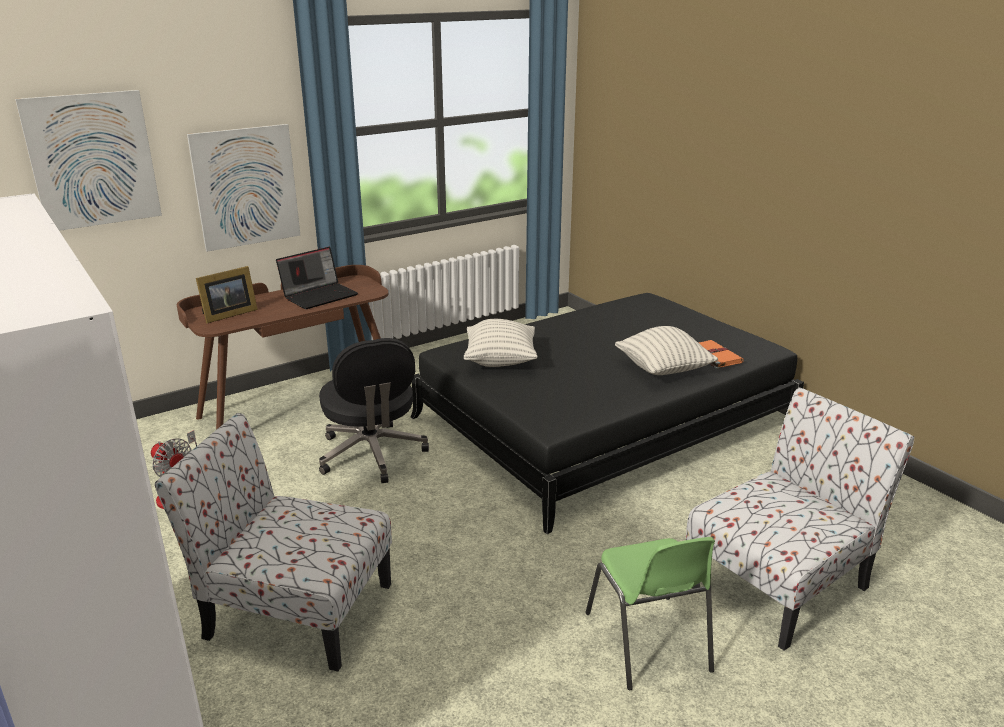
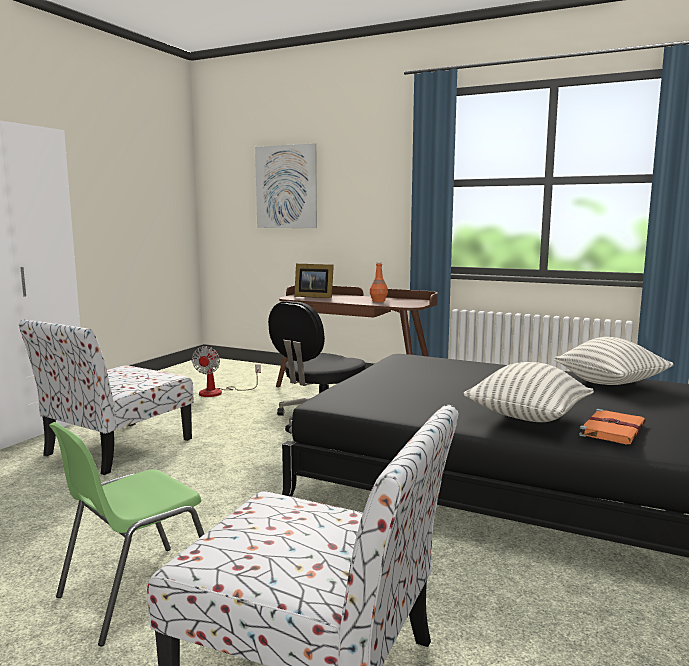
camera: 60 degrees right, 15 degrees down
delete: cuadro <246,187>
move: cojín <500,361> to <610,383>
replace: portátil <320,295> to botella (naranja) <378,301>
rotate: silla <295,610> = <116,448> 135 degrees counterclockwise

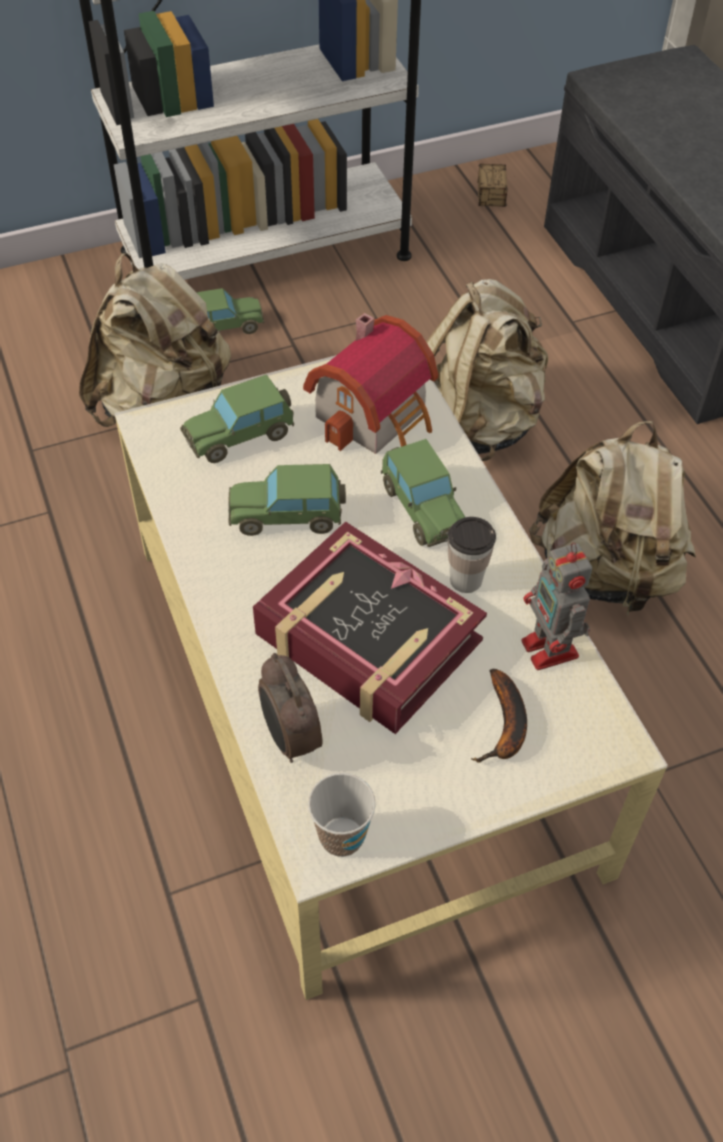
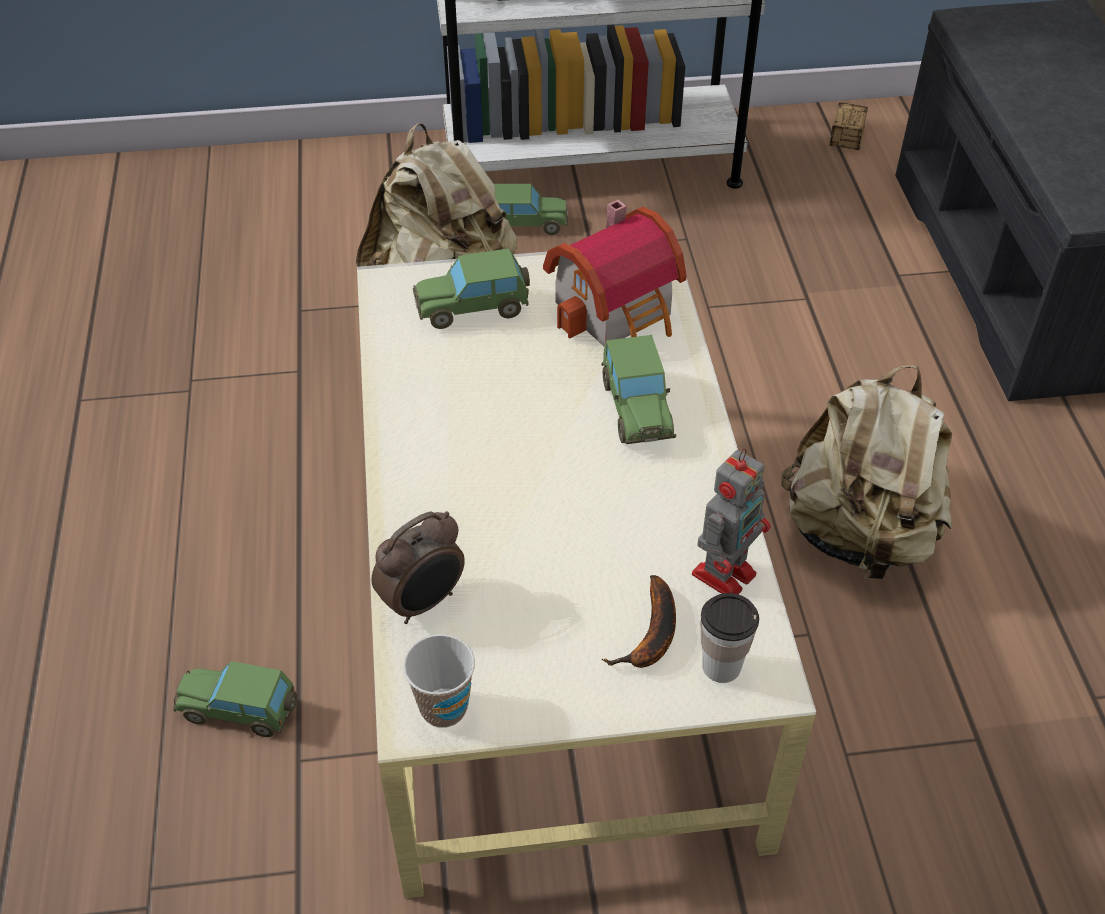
camera: 15 degrees right, 5 degrees down
delete: libro <367,639>; mochila (beis) <480,422>
move: coche de juguete <288,516> to <240,710>; taza <466,580> to <721,666>
rotate: despertador <290,738> = <424,602> 120 degrees counterclockwise; robot de juguete <551,651> = <725,572> 135 degrees counterclockwise

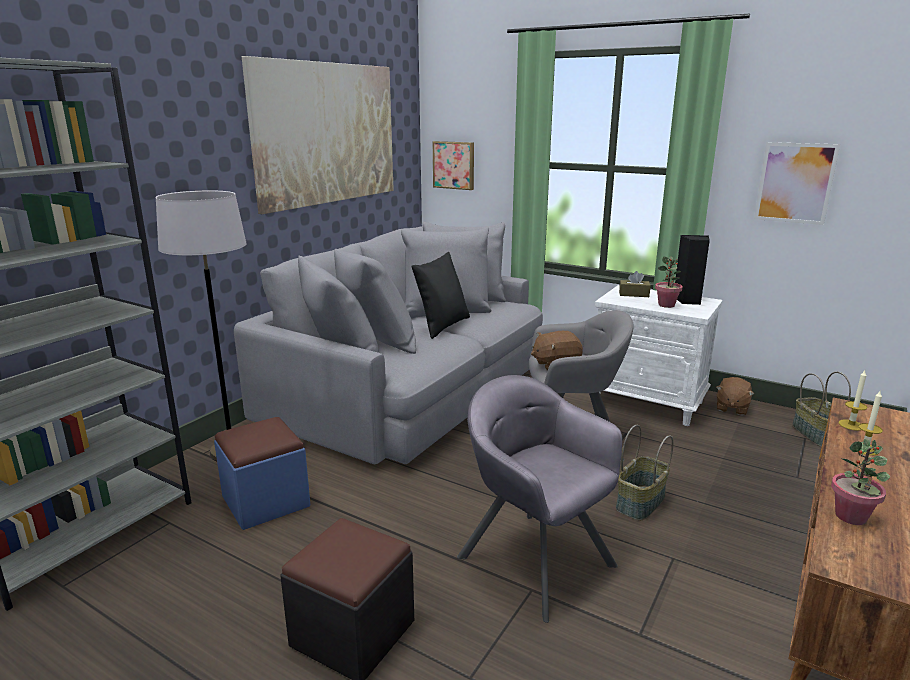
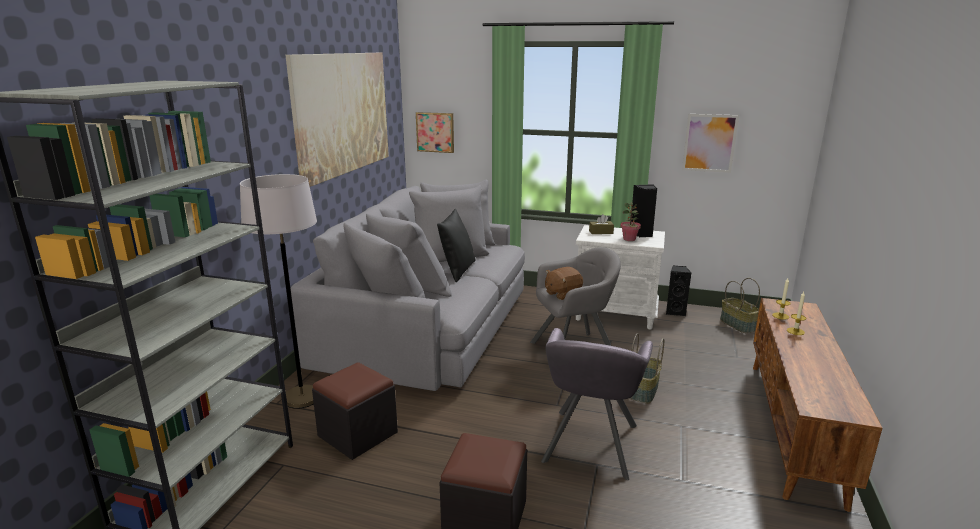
camera: 15 degrees left, 0 degrees up
delete: planta en maceta <851,517>
replace: peluche (marrón) <731,408> to altavoz (negro) <675,312>
recolor: puf (azul) <266,501> to puf (negro) <358,434>
rotate: sillón (gris) <535,560> = <590,443> 105 degrees counterclockwise

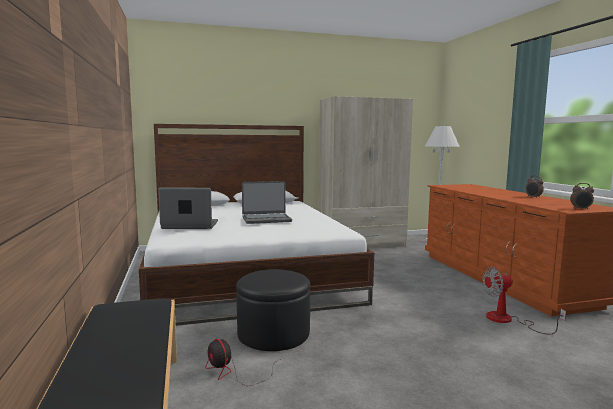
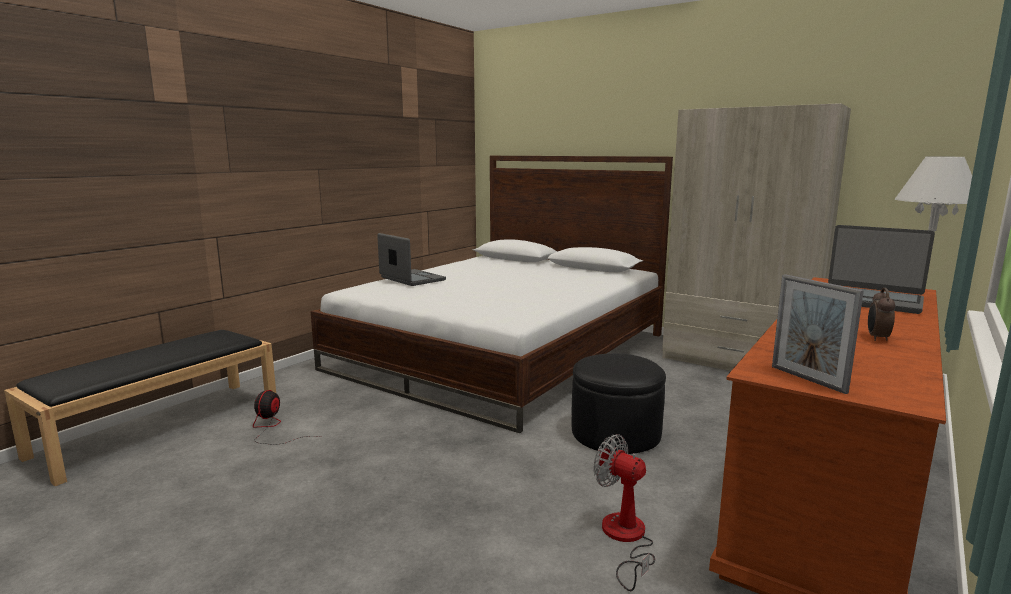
camera: 50 degrees right, 5 degrees up
move: puf (negro) <273,334> to <615,433>; portátil <266,219> to <870,300>
replace: despertador <581,209> to portarretratos <807,379>

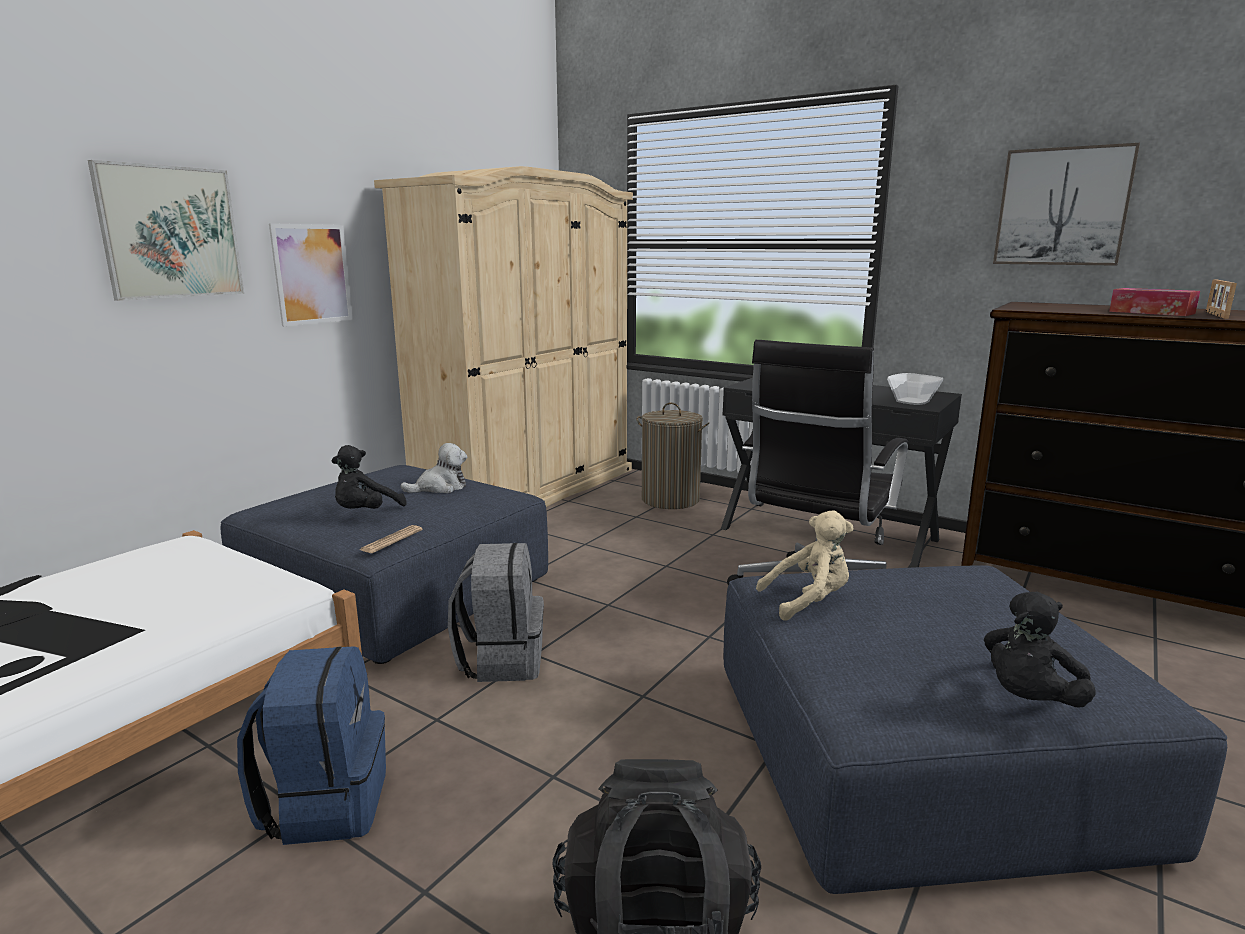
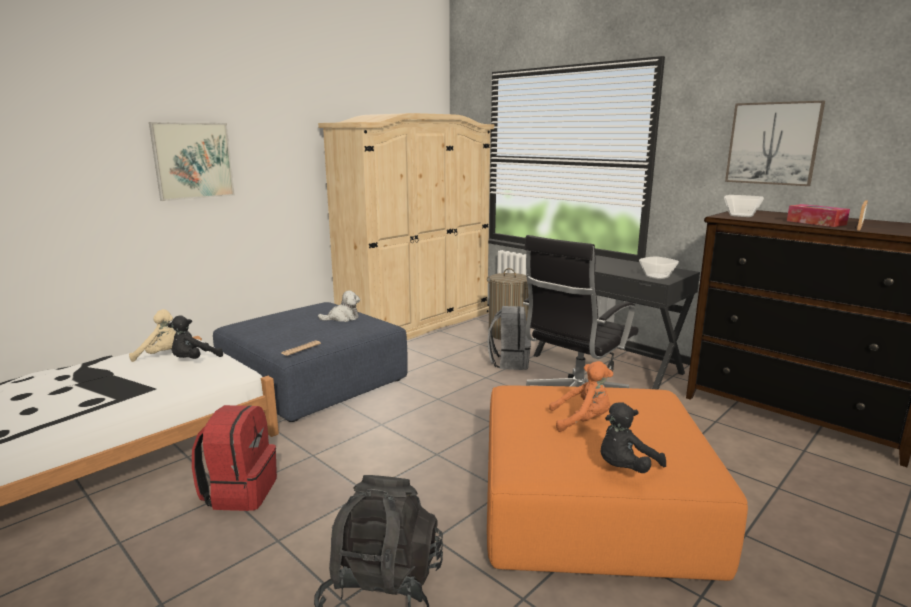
camera: 10 degrees right, 0 degrees up
delete: cuadro <312,274>
insert: peluche (naranja) <582,421>; cuenco <741,215>
move: peluche (negro) <366,513> to <194,360>; mochila (gris) <501,660> to <509,362>; peluche (beis) <808,601> to <161,355>
recolor: mochila (azul) <325,803> to mochila (rojo) <240,492>; puf (azul) <920,756> to puf (naranja) <593,505>

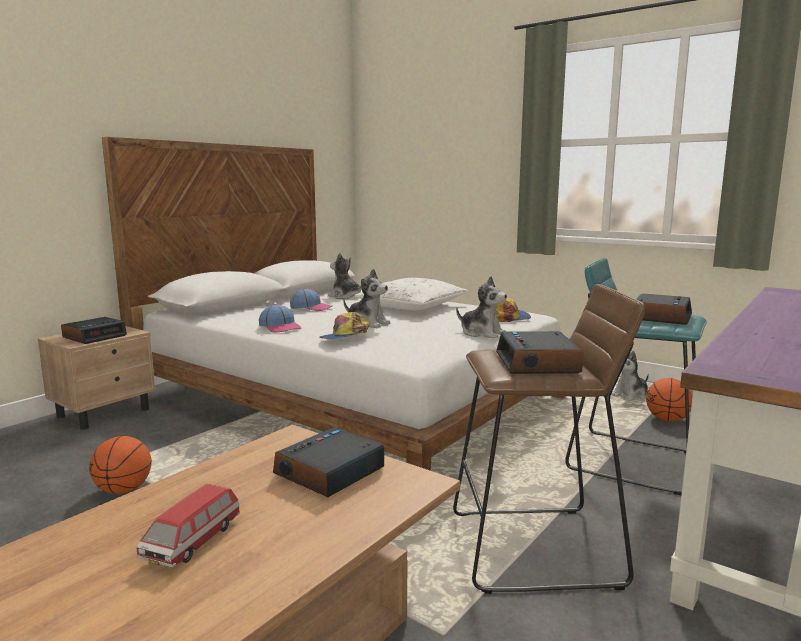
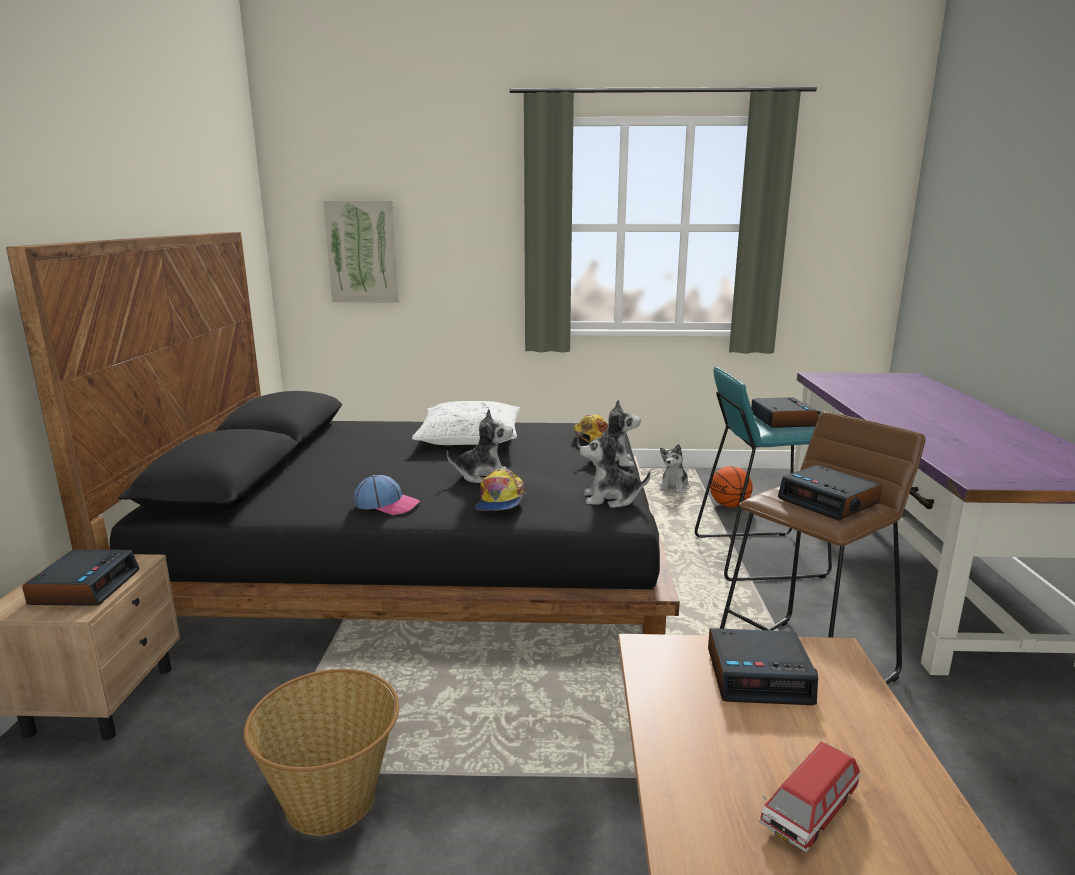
camera: 35 degrees left, 5 degrees up
delete: gorra <311,307>
insert: cuadro <363,252>
move: peluche <345,297> to <610,499>
replace: balón de baloncesto <123,490> to cesta <332,798>
recolor: cama (blanco) <350,395> to cama (negro) <421,561>
rotate: coche de juguete <192,542> = <809,811> 60 degrees clockwise; despertador <329,472> = <759,676> 90 degrees counterclockwise

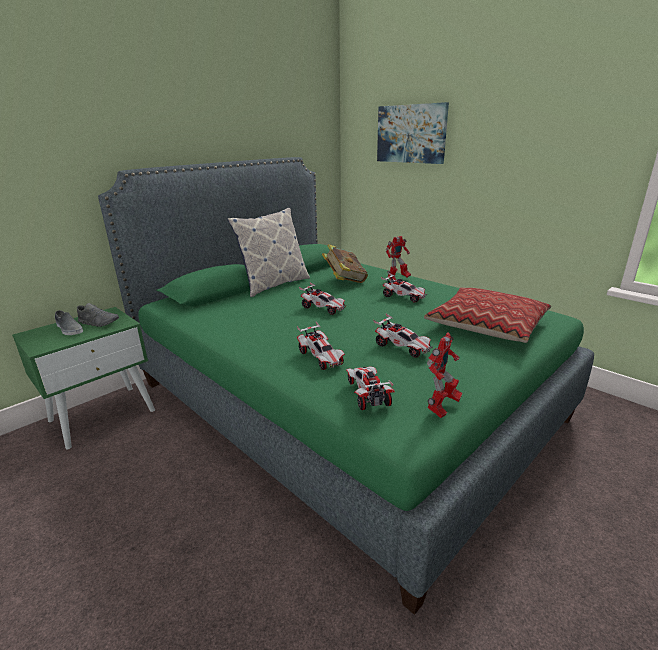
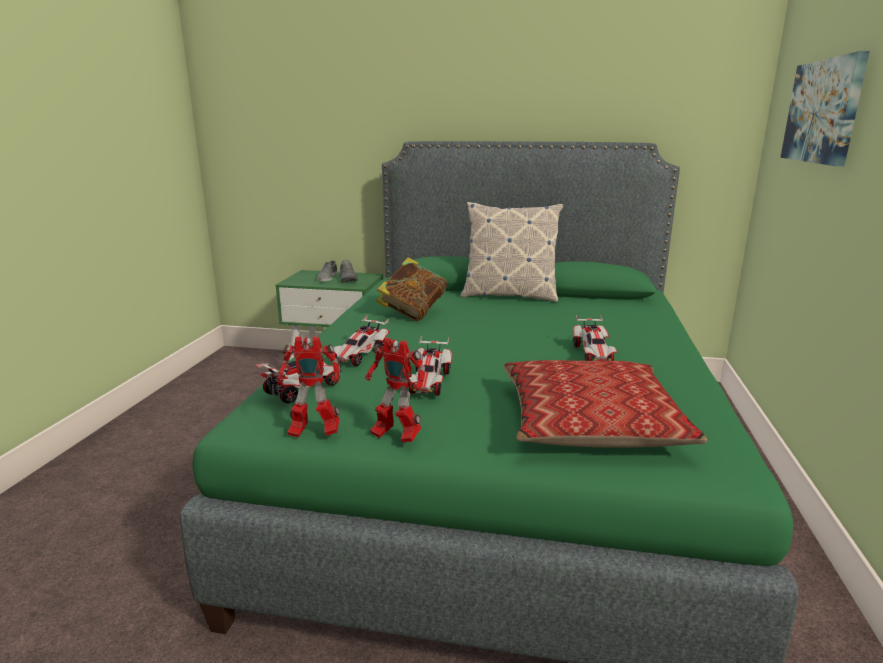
camera: 55 degrees right, 5 degrees down
delete: coche de juguete <323,308>
move: libro <344,281> to <412,313>; robot de juguete <397,279> to <395,436>

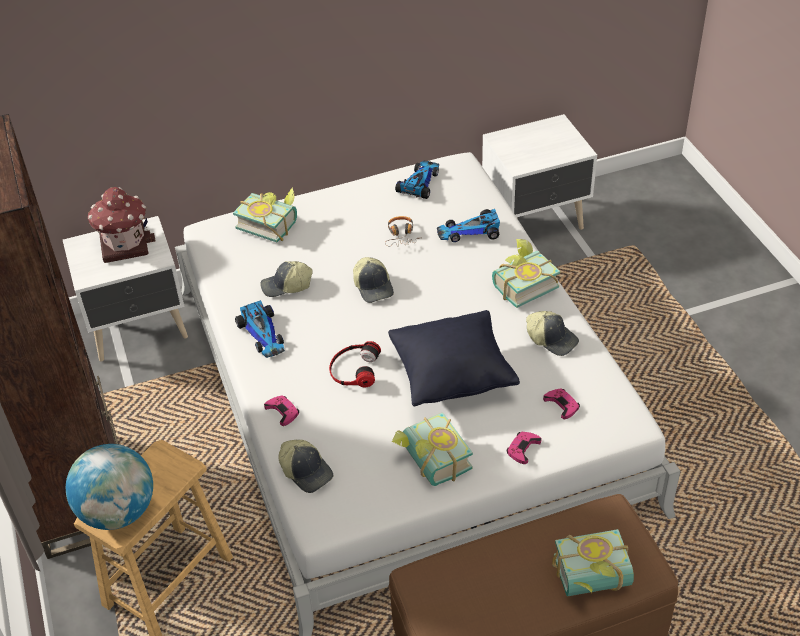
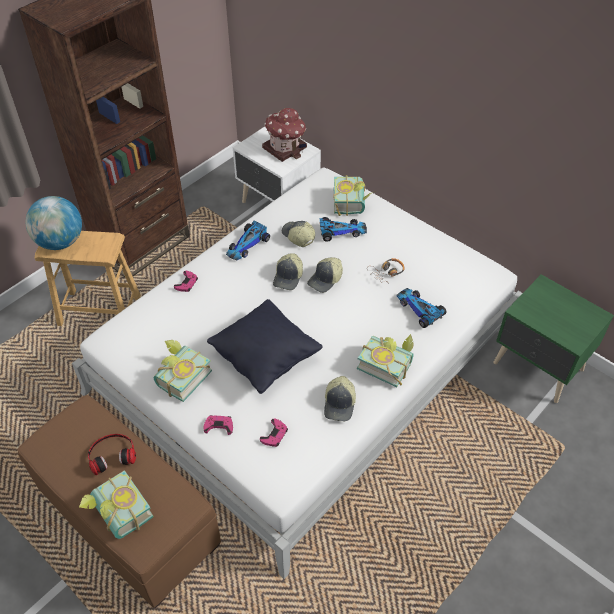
camera: 60 degrees right, 5 degrees up
move: gorra <306,471> to <288,277>; auriculares <354,369> to <112,454>; coche de juguete <419,183> to <341,231>
recolor: mesita de noche (blanco) <536,222> to mesita de noche (verde) <538,368>

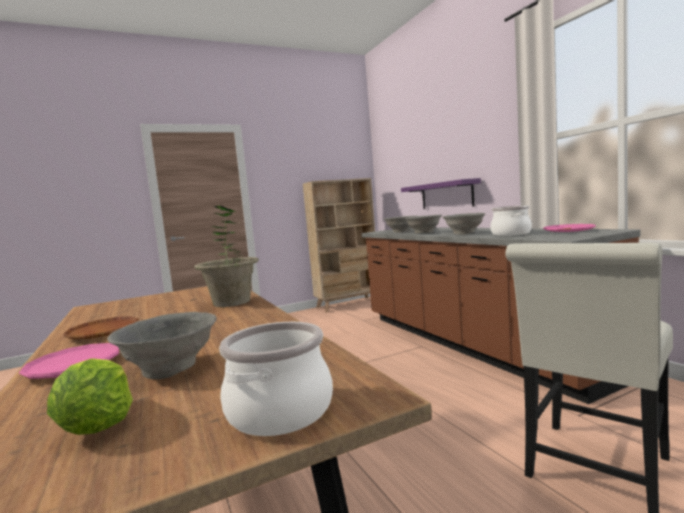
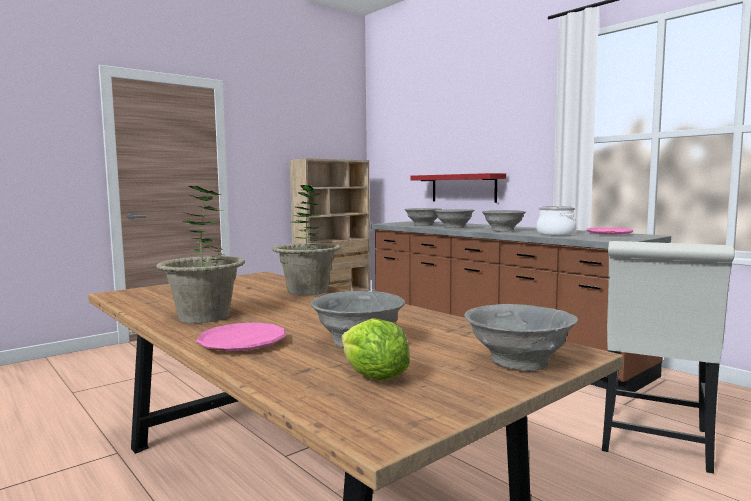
camera: 15 degrees left, 0 degrees up
replace: plato (marrón) <103,332> to planta en maceta <204,317>; olla <281,411> to cuenco (gris) <518,363>
recolor: estante (morado) <446,195> to estante (rojo) <463,188>

